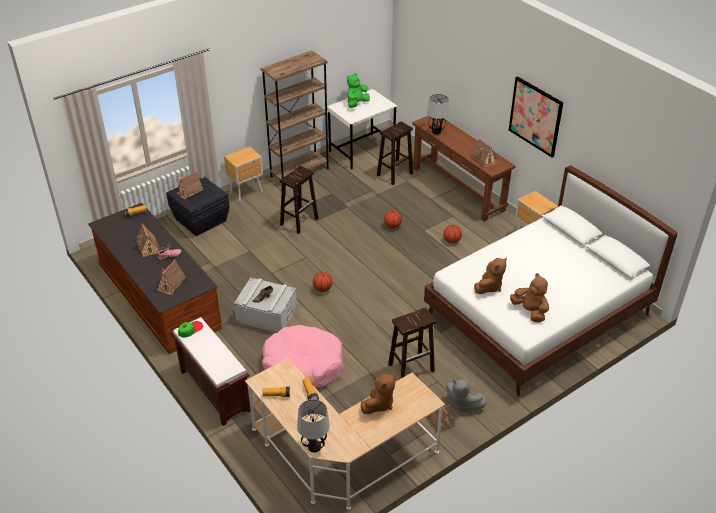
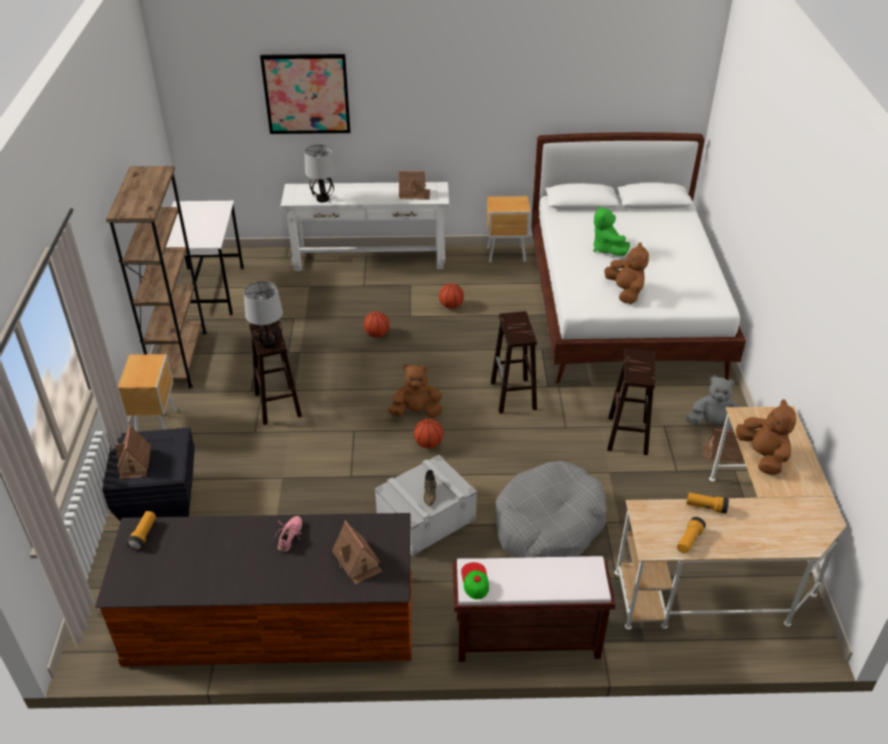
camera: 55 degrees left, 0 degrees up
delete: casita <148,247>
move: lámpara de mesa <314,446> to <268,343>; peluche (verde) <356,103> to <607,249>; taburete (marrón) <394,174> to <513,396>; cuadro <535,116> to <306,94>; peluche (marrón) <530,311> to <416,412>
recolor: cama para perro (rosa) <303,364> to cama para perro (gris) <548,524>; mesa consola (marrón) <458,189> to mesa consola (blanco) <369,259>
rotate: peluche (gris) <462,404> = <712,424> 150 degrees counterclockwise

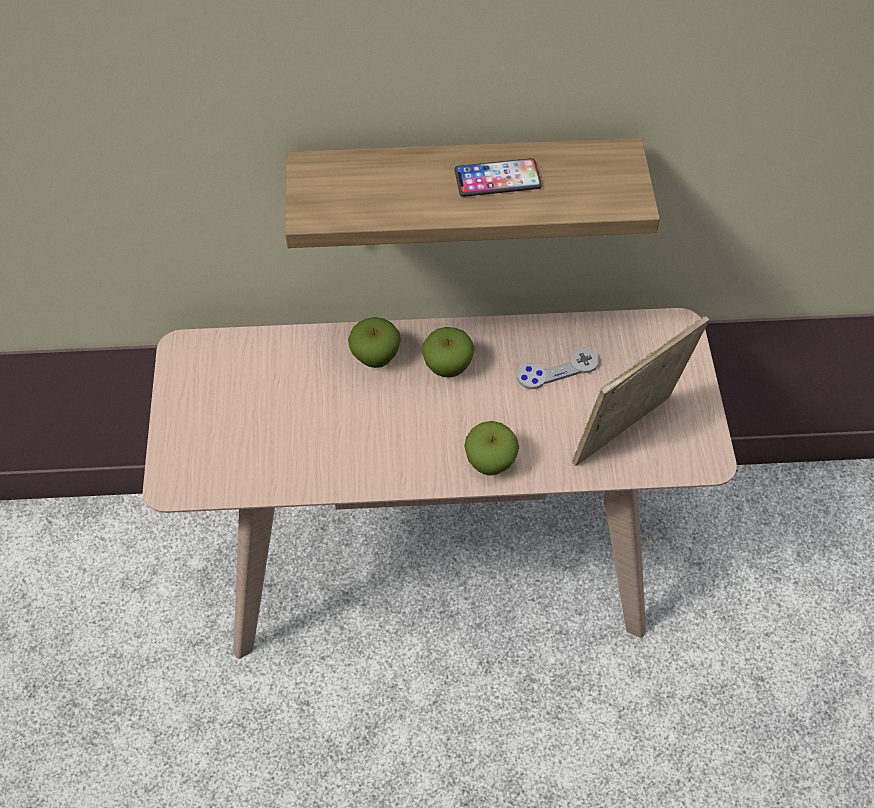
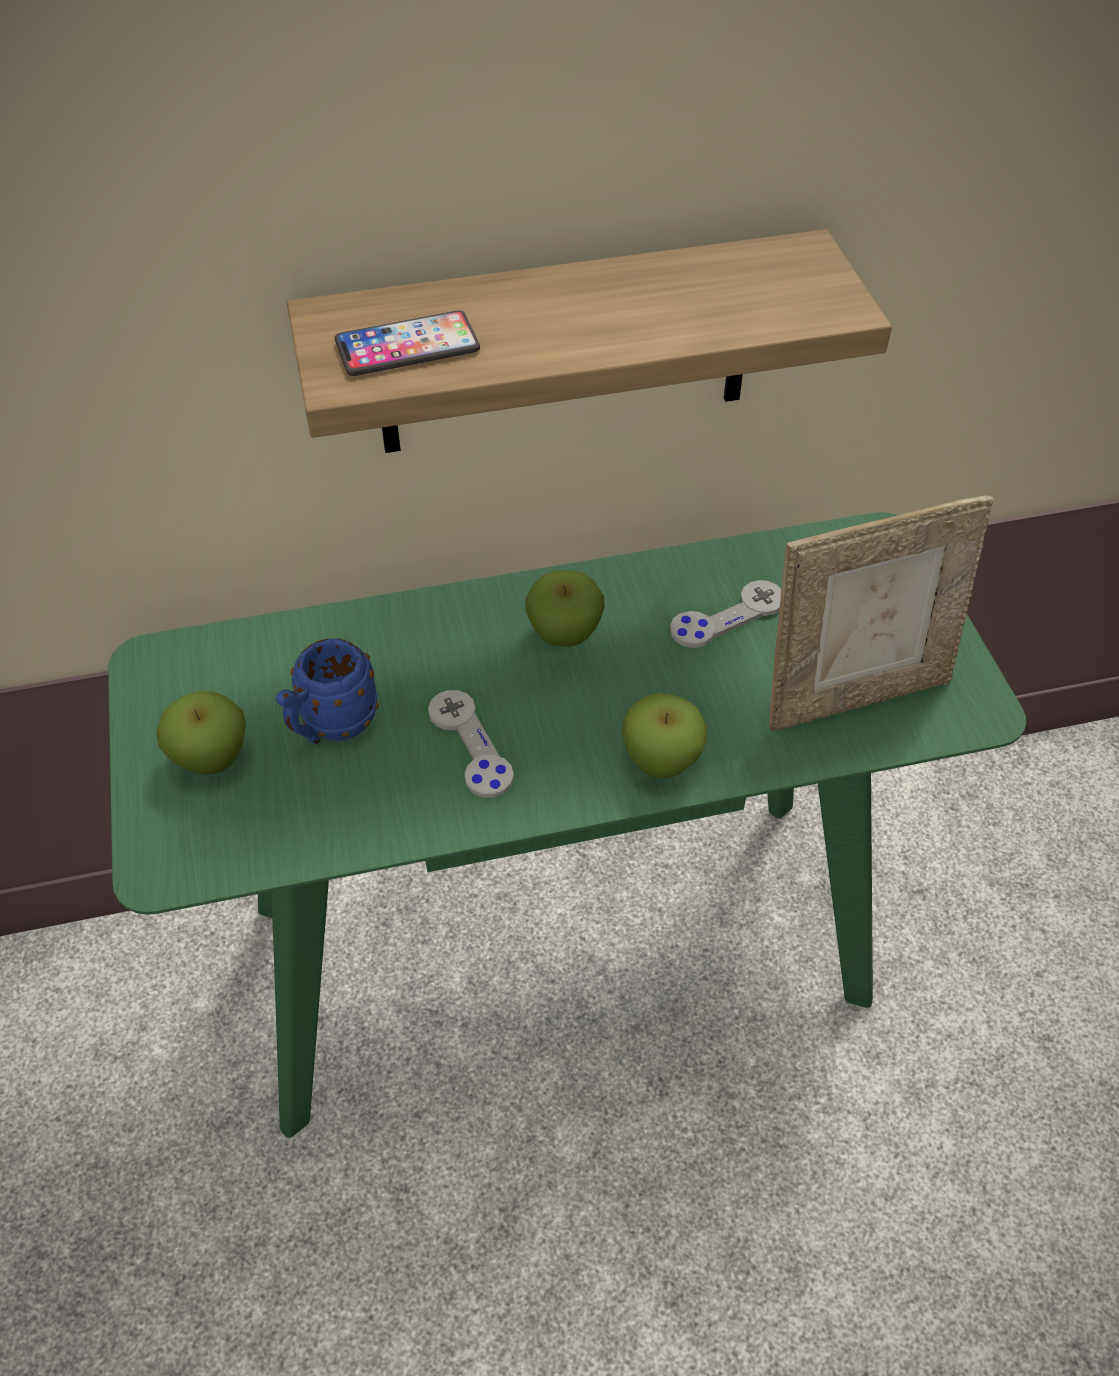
camera: 10 degrees left, 5 degrees down
insert: taza grande (azul) <331,726>; mando de consola (gris) <470,745>
move: manzana <375,358> to <211,759>; móvil <497,179> to <407,346>
recolor: mesa consola (beis) <436,564> to mesa consola (verde) <558,950>
rotate: portarretratos <627,436> = <854,694> 150 degrees counterclockwise

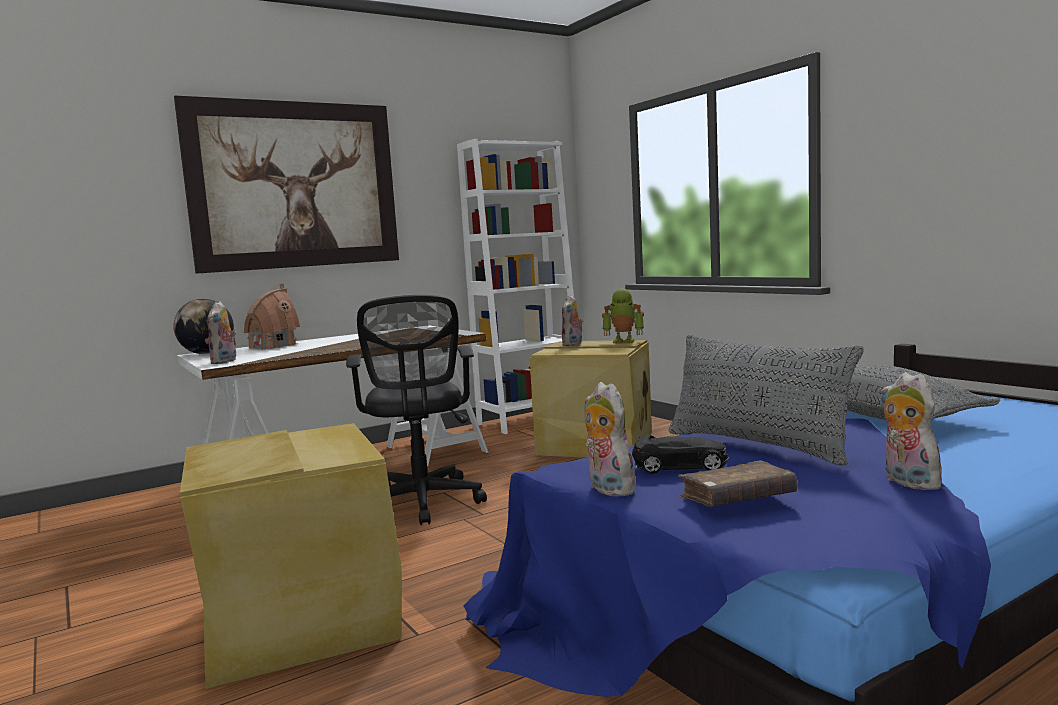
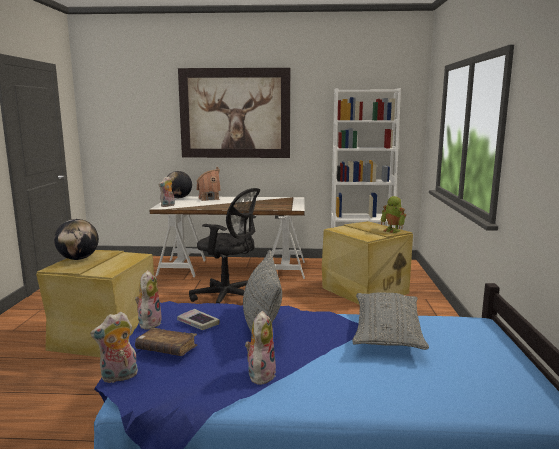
camera: 35 degrees right, 5 degrees up
insert: globo terráqueo <78,259>
move: peluche <573,344> to <119,377>
replace: coche de juguete (negro) <680,466> to libro <198,323>
rotate: silla de oficina (negro) <422,504> = <228,298> 90 degrees counterclockwise

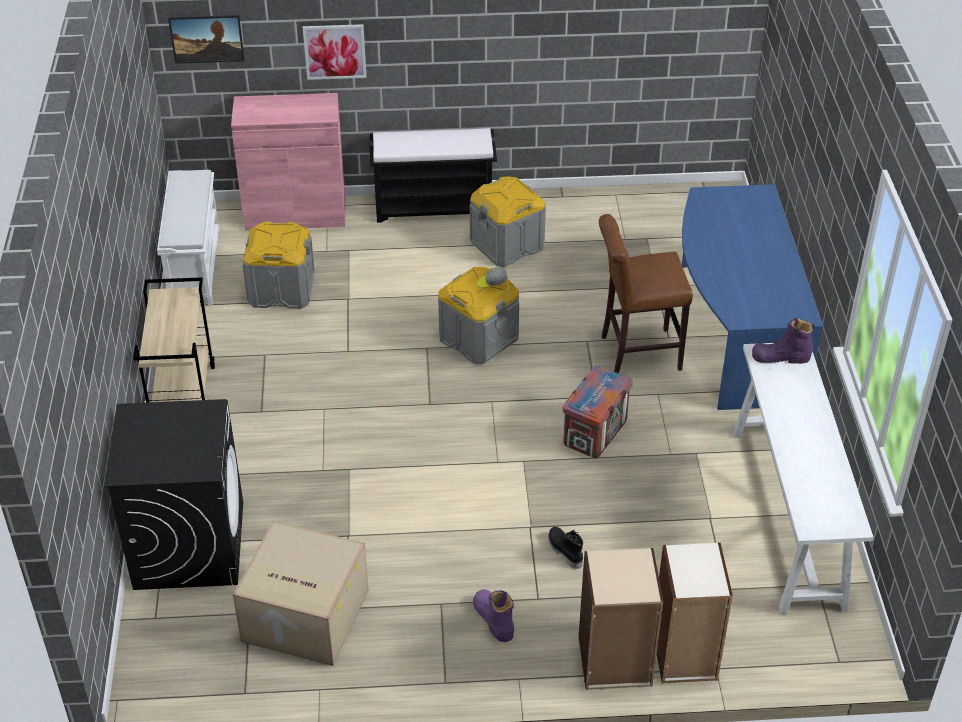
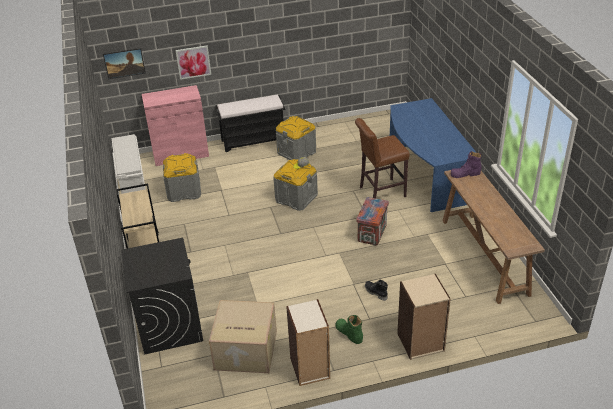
camera: 10 degrees left, 5 degrees down
move: estantería <684,656> to <310,369>
recolor: bota (morado) <493,619> to bota (verde) <349,333>; mesa consola (blanco) <788,517> to mesa consola (marrón) <484,257>

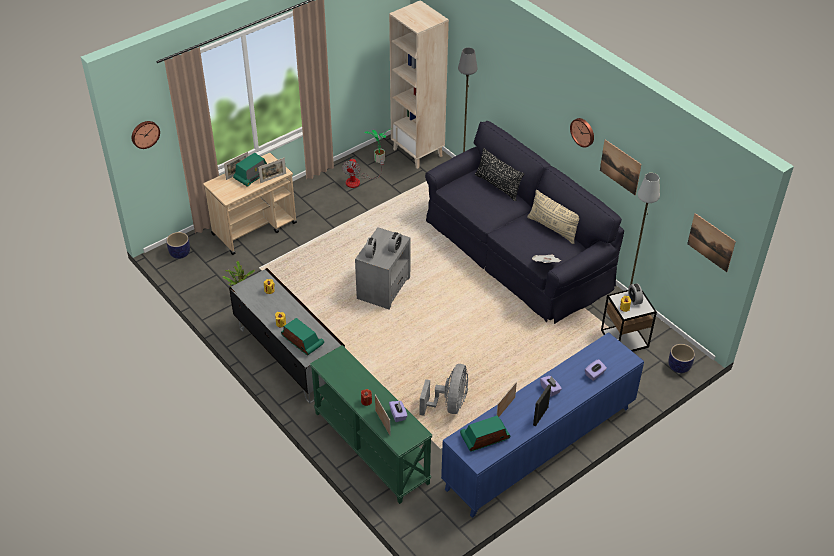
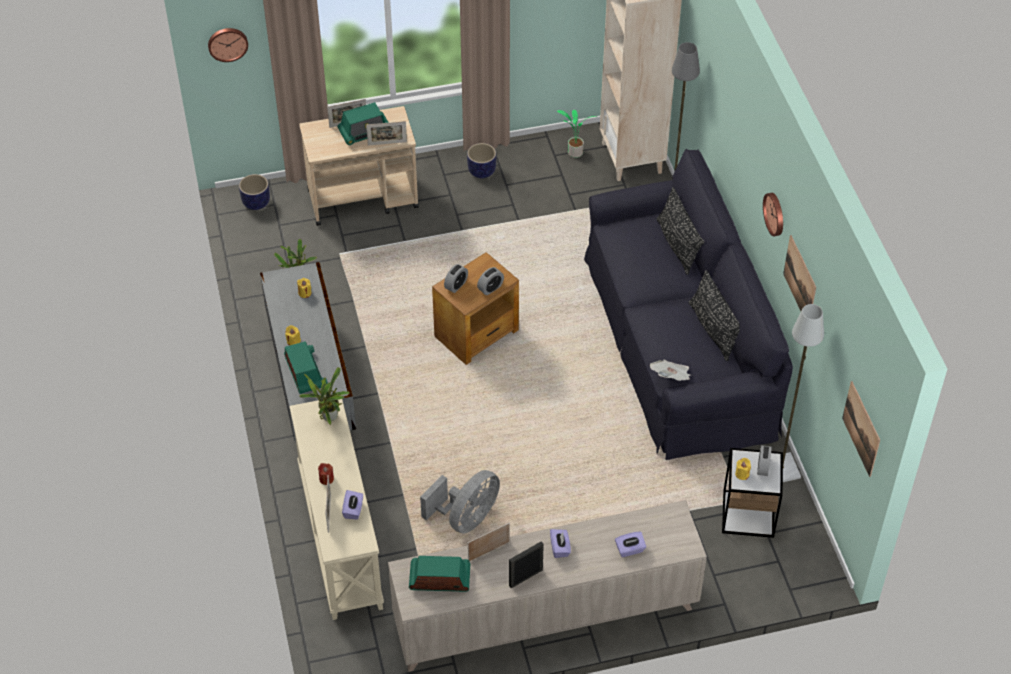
camera: 25 degrees right, 5 degrees up
delete: ventilador <358,181>
insert: planta en maceta <329,418>
move: maceta <678,367> to <481,171>
recolor: mesa consola (verde) <370,448> to mesa consola (beis) <338,536>; mesa auxiliar (gris) <384,287> to mesa auxiliar (marrón) <477,333>; armario (azul) <540,448> to armario (beis) <545,617>; cojín (beis) <552,228> to cojín (negro) <713,330>

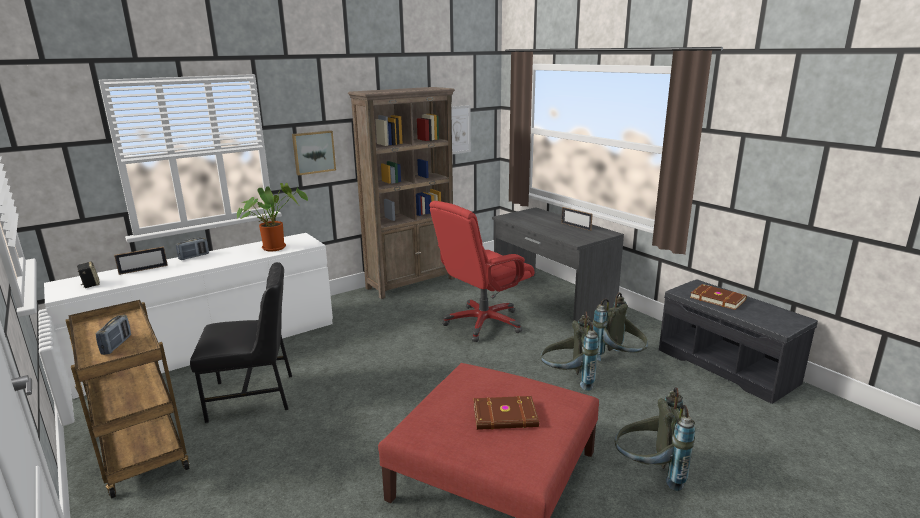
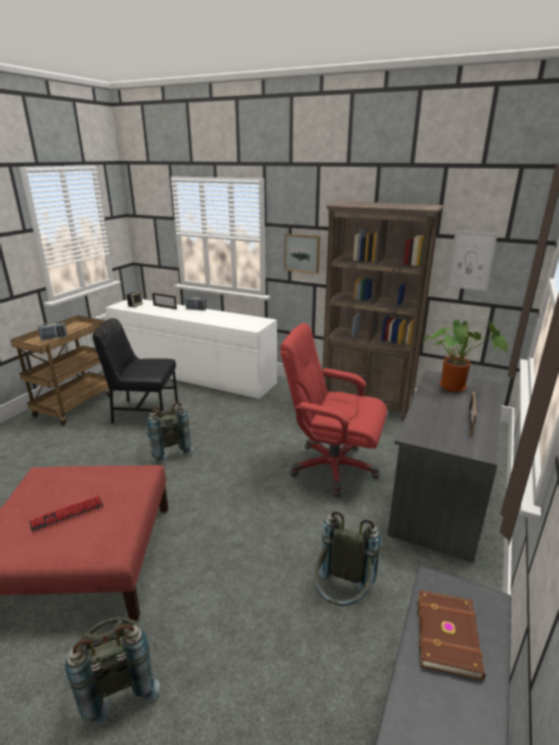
camera: 60 degrees right, 5 degrees up
move: planta en maceta <276,247> to <455,387>; mochila (gris) <567,380> to <168,450>
replace: libro (marrón) <505,416> to teclado <67,514>
rotate: silla (negro) <253,396> = <144,412> 135 degrees clockwise

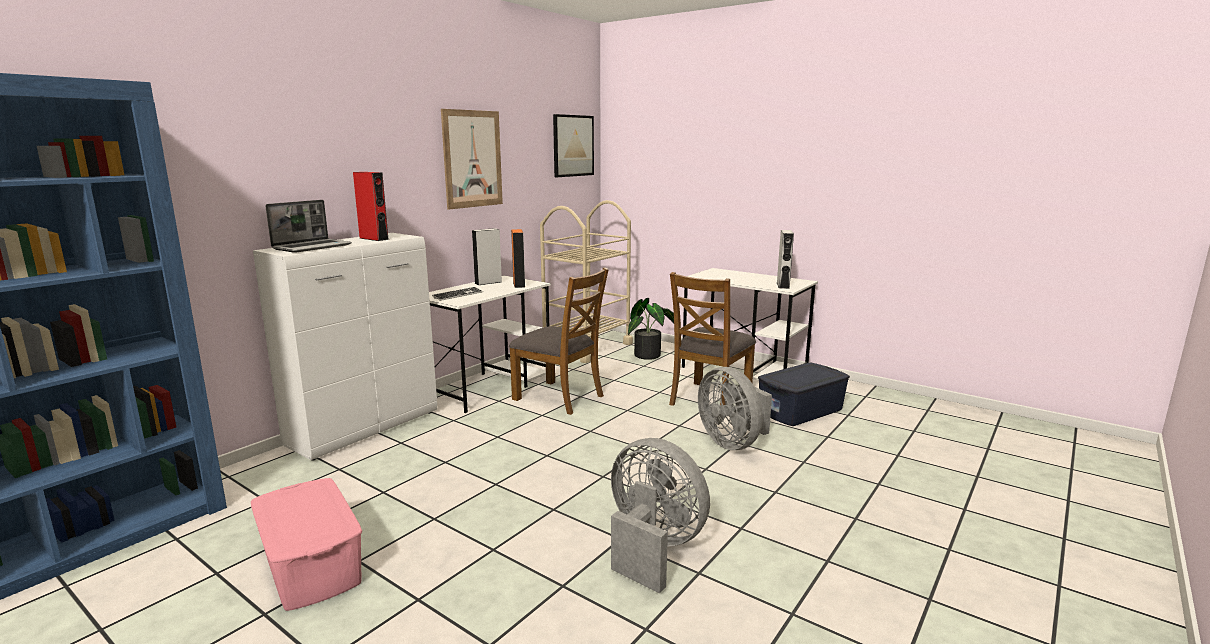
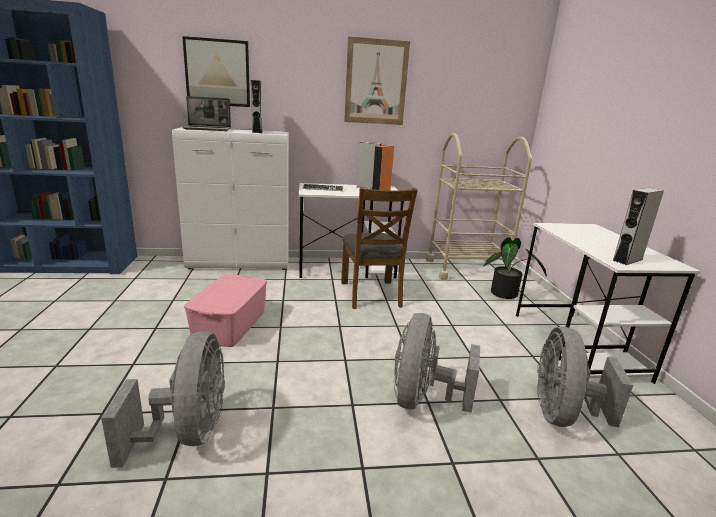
camera: 45 degrees right, 5 degrees up
delete: silla (marrón) <709,399>
move: caja de almacenaje (rosa) <310,565> to <229,325>; cuadro <573,146> to <217,73>
replace: caja de almacenaje (azul) <801,410> to ventilador (gris) <562,414>
recolor: altavoz (rojo) <374,239> to altavoz (gris) <257,131>

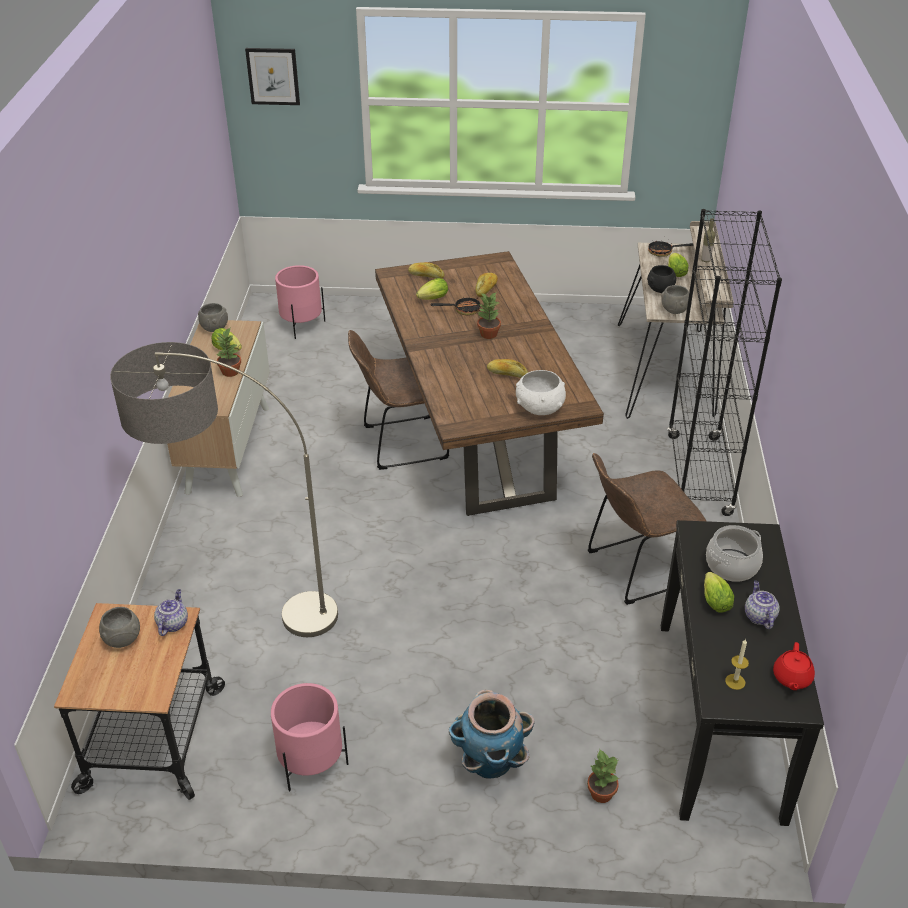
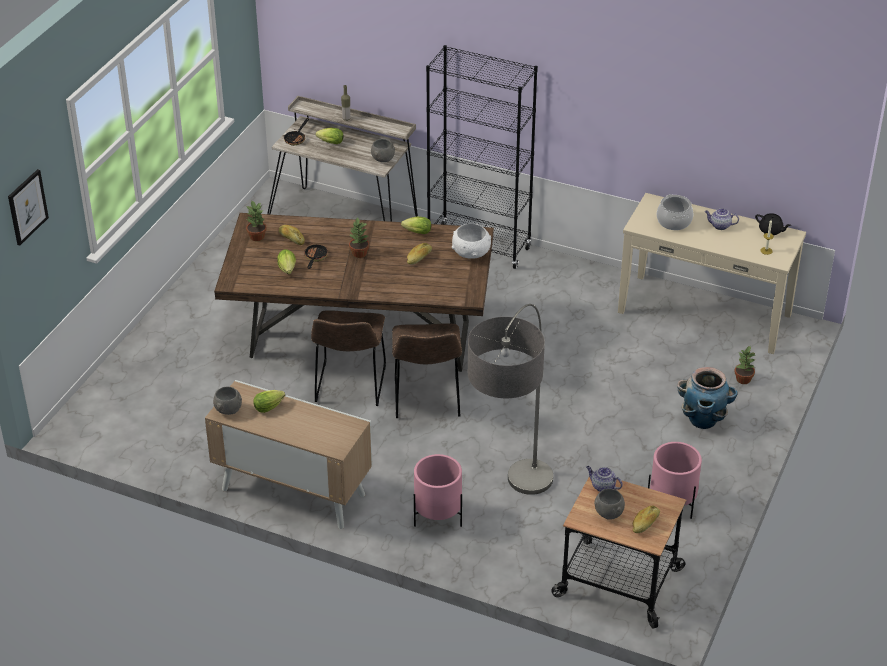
camera: 70 degrees left, 0 degrees up
delete: cuenco (negro) <659,290>
move: planta en maceta <231,372> to <257,236>; maceta (rosa) <301,325> to <437,516>; pan <426,276> to <645,523>; silla (marrón) <636,569> to <427,400>; lechuga <714,600> to <416,232>
recolor: mesa consola (negro) <720,717> to mesa consola (beis) <704,313>; tetera (rojo) <791,678> to tetera (negro) <771,230>

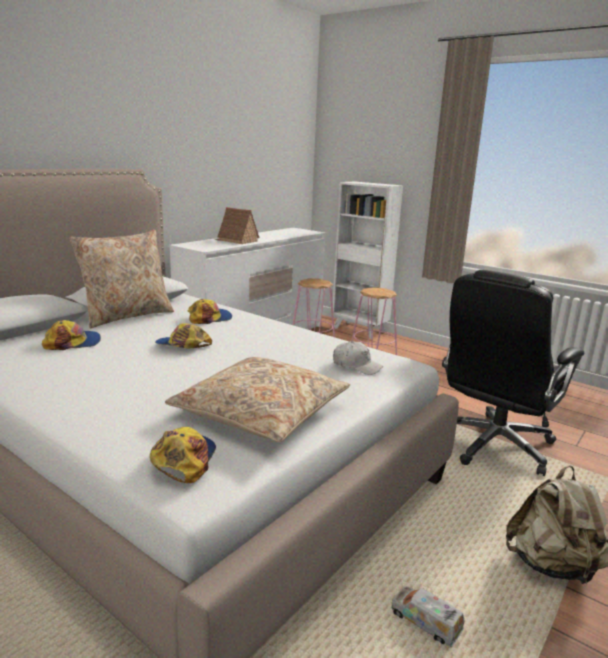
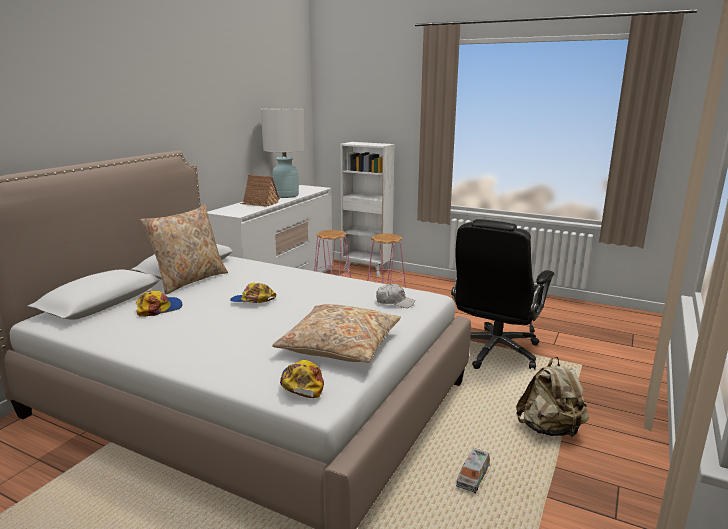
camera: 10 degrees left, 0 degrees up
delete: gorra <209,318>
insert: lámpara de mesa (blanco) <286,195>
rotate: camión de juguete <425,622> = <473,477> 90 degrees counterclockwise

